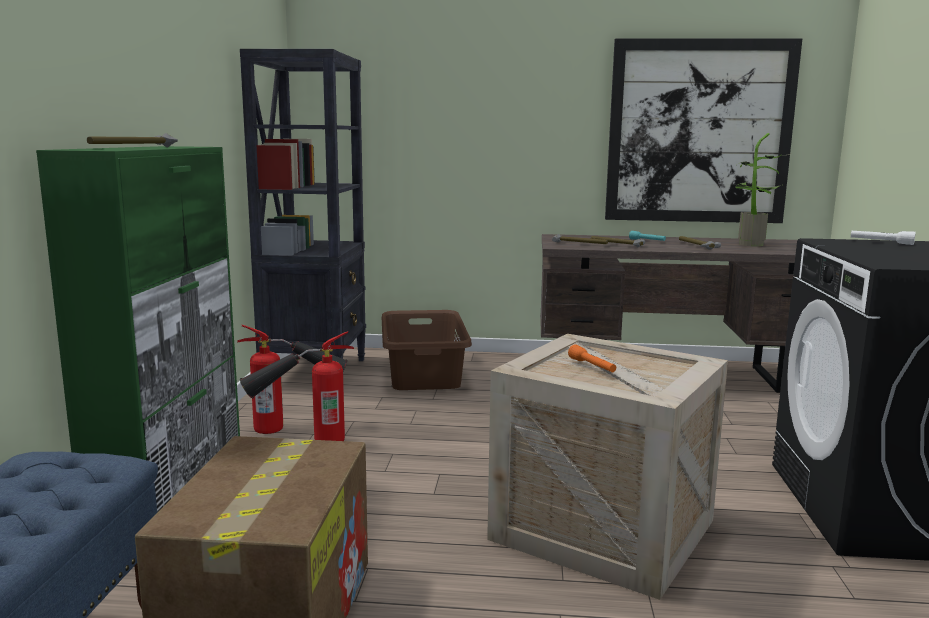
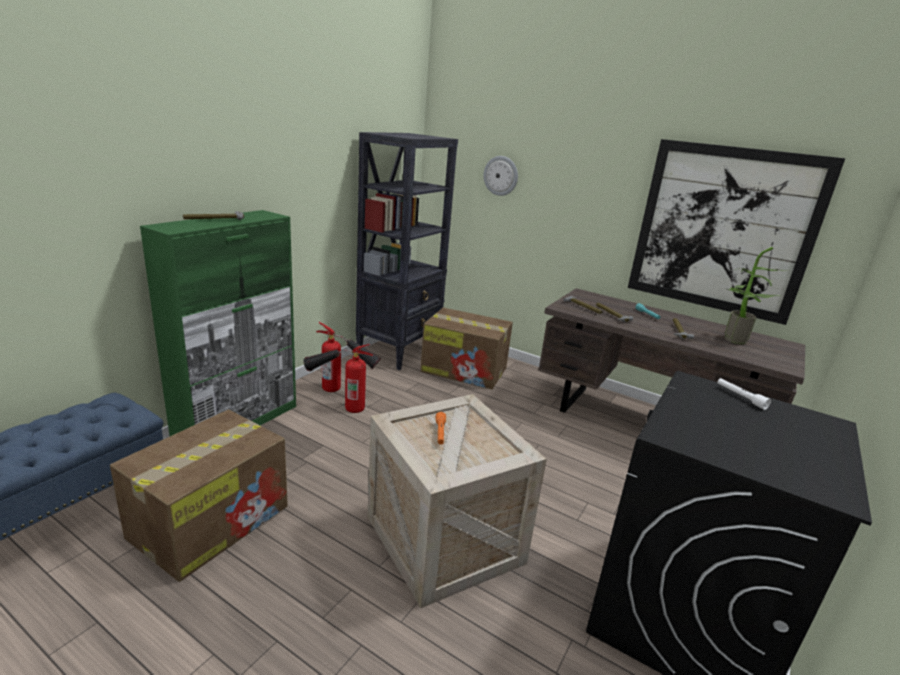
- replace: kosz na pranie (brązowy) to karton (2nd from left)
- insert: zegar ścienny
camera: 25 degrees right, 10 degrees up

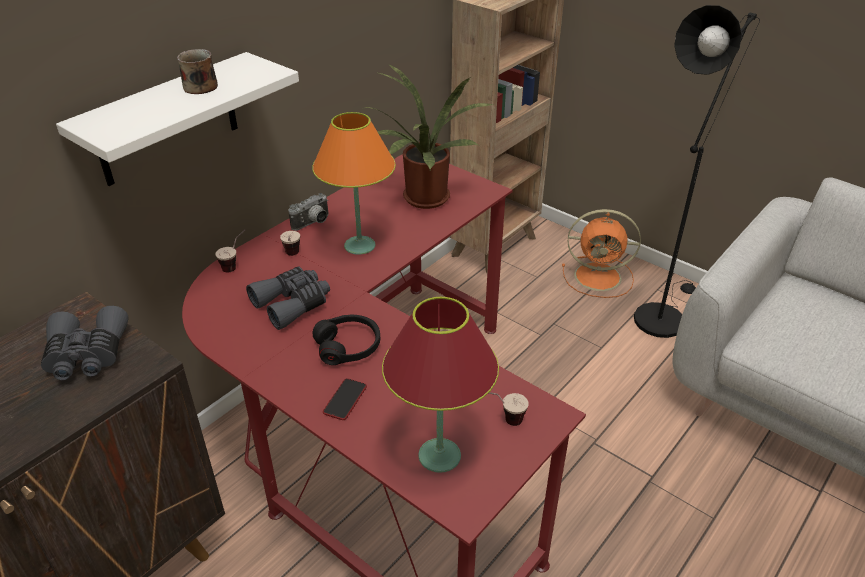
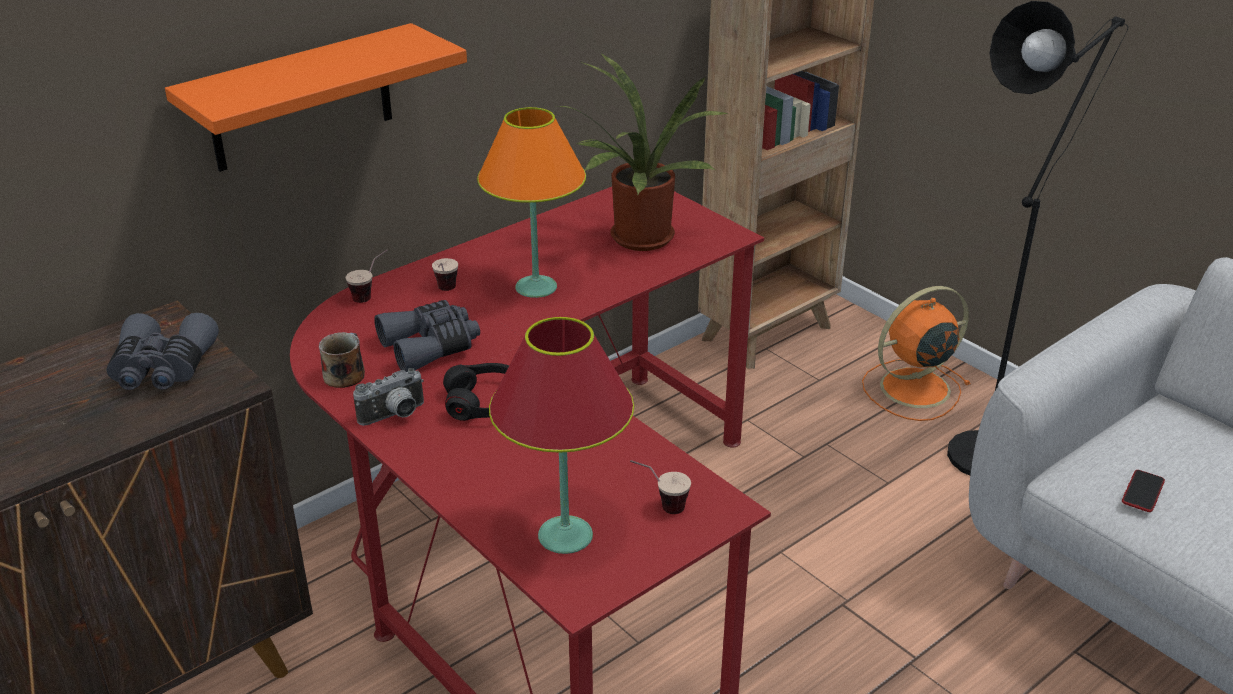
- recolor: półka (biały) to półka (pomarańczowy)
- move: kubek
- move: aparat fotograficzny
- move: telefon
- rotate: wentylator (pomarańczowy) 135 degrees clockwise
camera: 10 degrees right, 5 degrees down

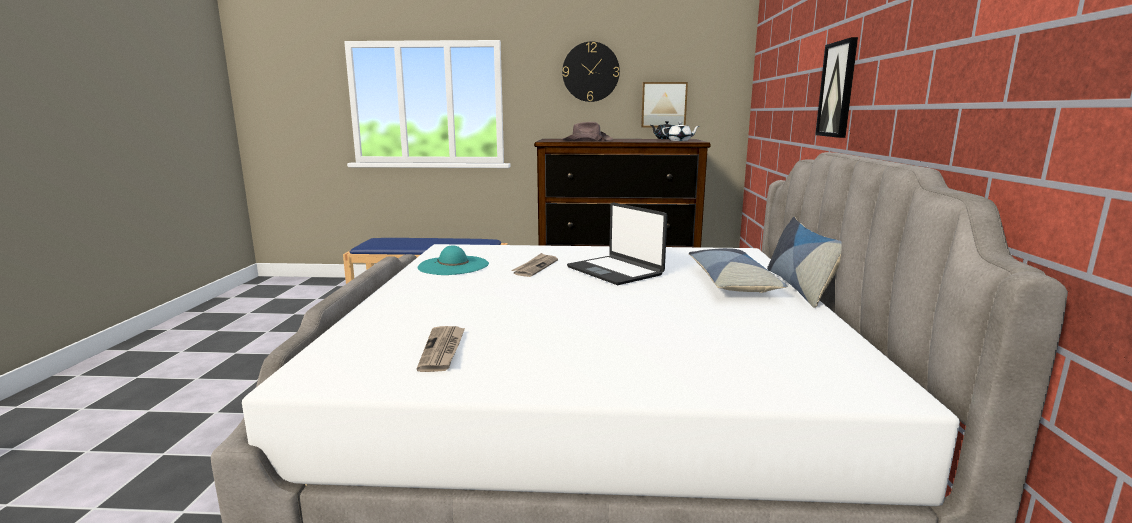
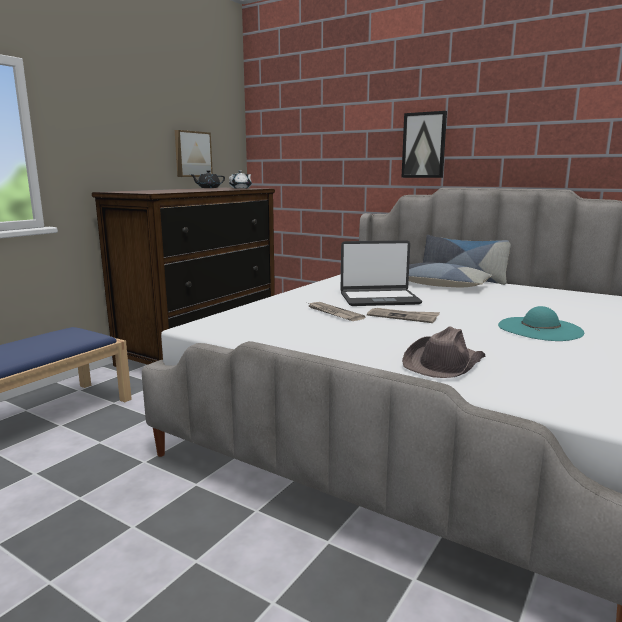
- move: gazeta (1st from left in the first image) to gazeta (2nd from left)
- move: kapelusz (turkusowy)
- delete: zegar ścienny
- move: kapelusz (brązowy)
camera: 60 degrees left, 0 degrees up

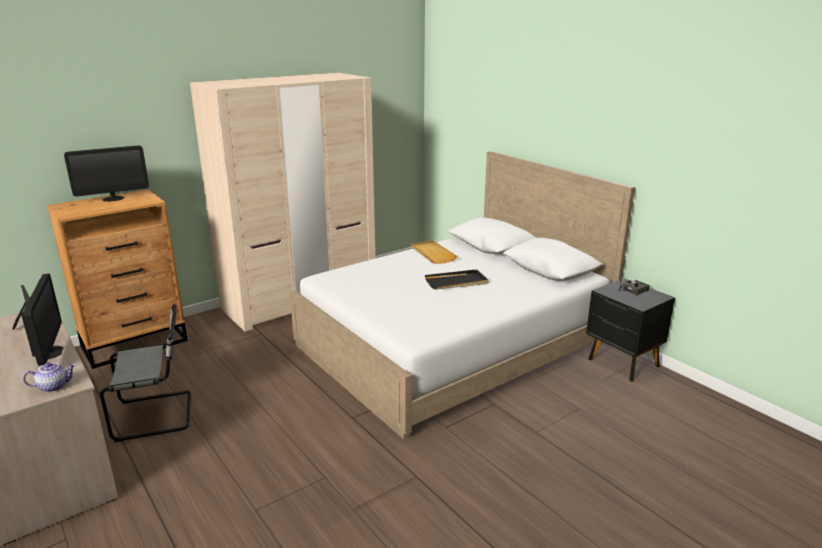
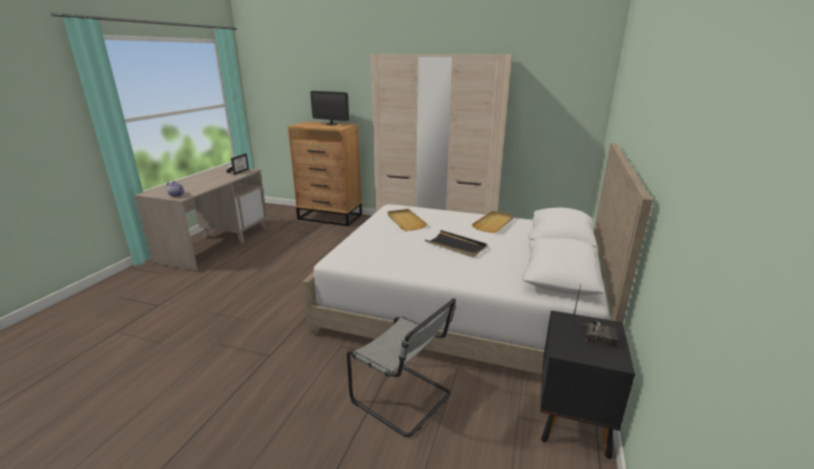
- delete: monitor (1st from left)
- move: krzesło (szary)
- insert: taca (beżowy) (1st from left)
camera: 55 degrees right, 0 degrees up

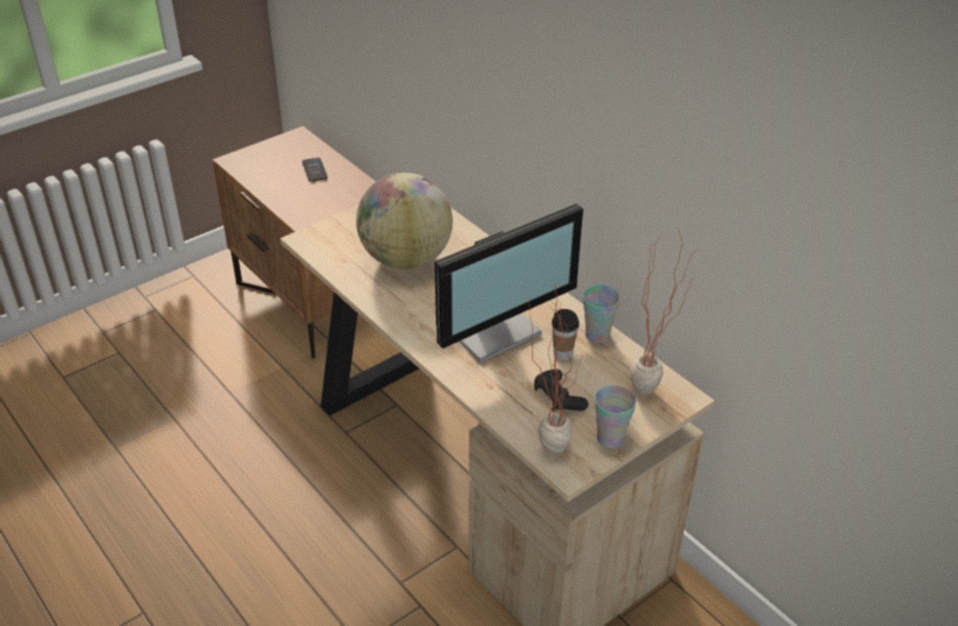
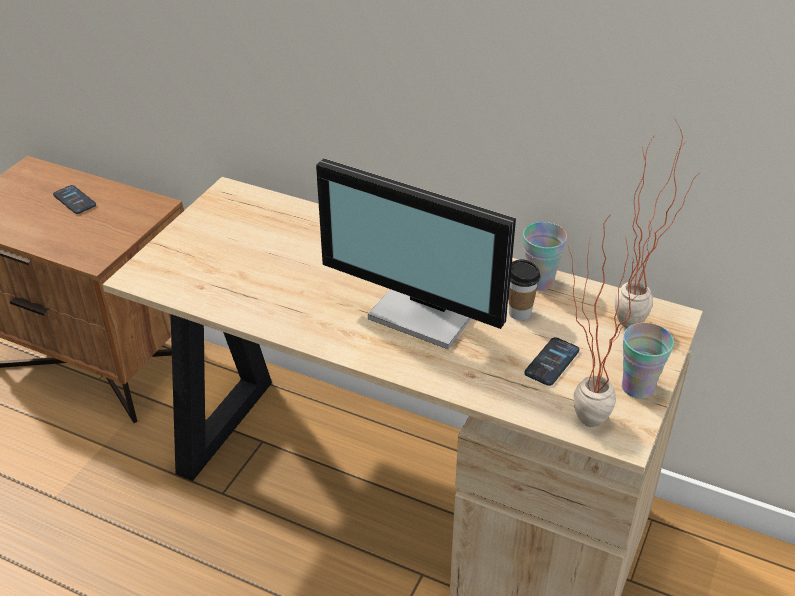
- delete: globus
- rotate: monitor 90 degrees clockwise
- replace: pad do gier (czarny) to telefon (2nd from left)
camera: 25 degrees left, 0 degrees up

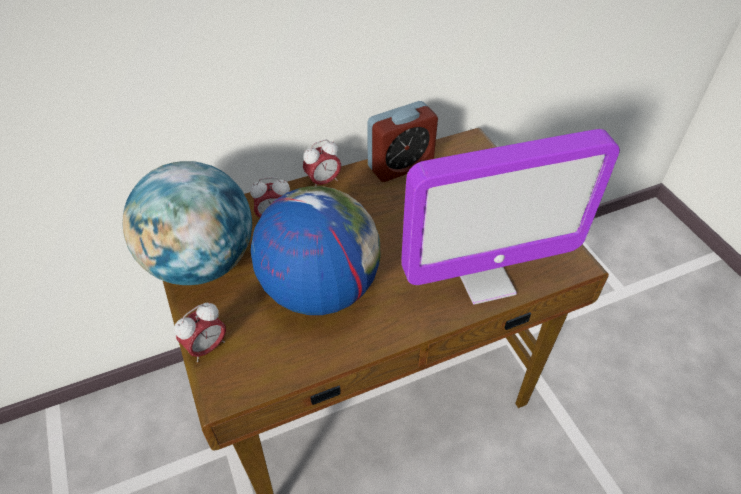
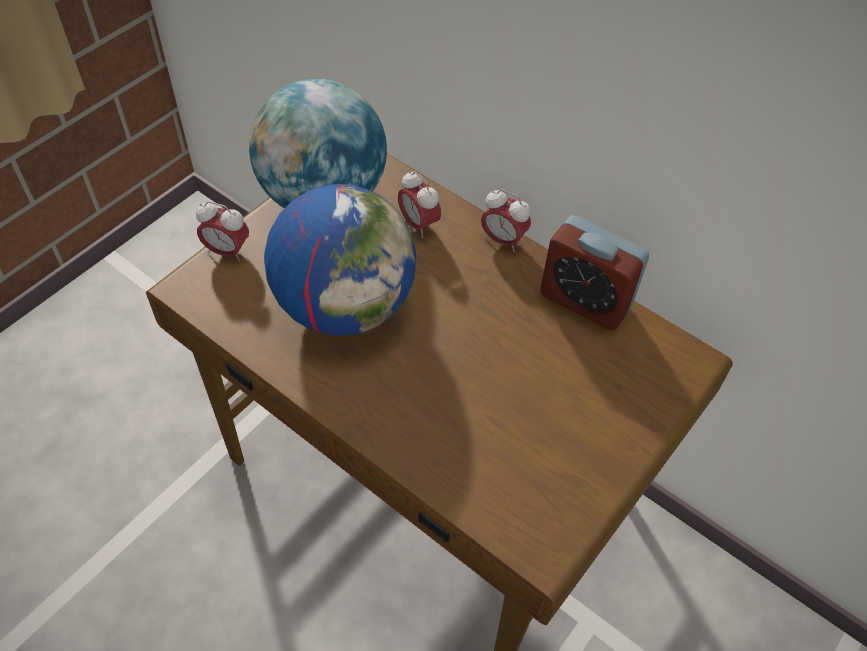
- delete: monitor
camera: 60 degrees right, 5 degrees up

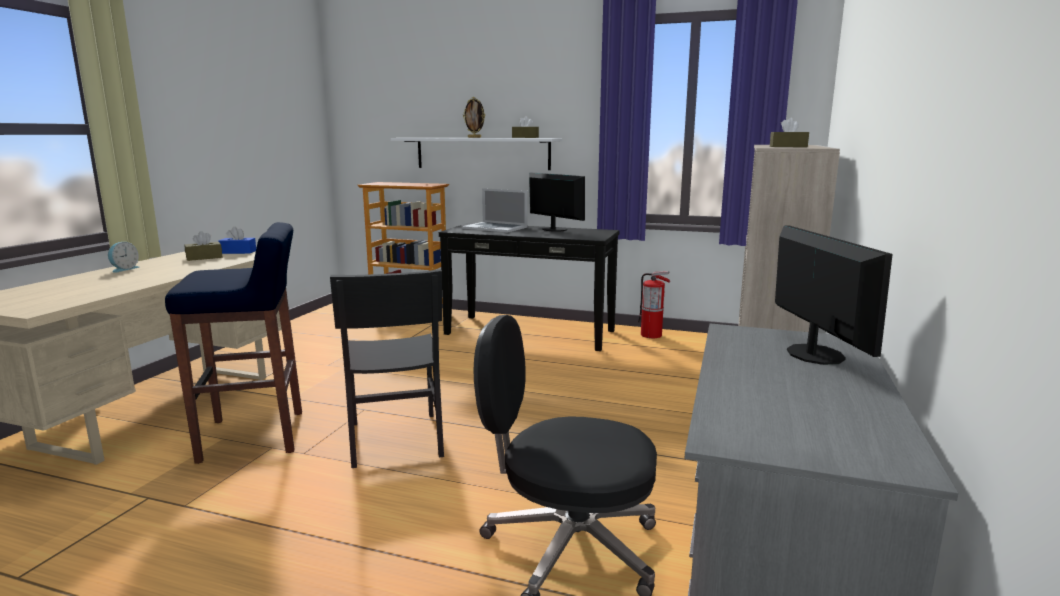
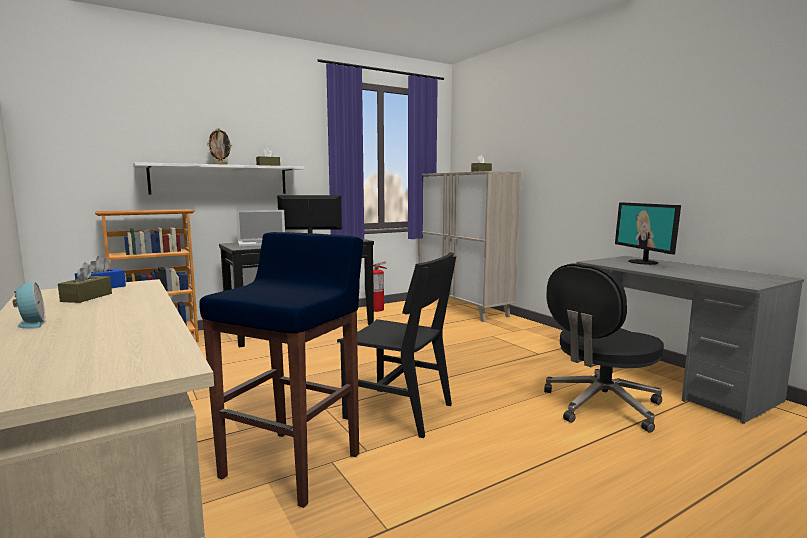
- rotate: monitor (2nd from left) 135 degrees counterclockwise
camera: 50 degrees left, 5 degrees down

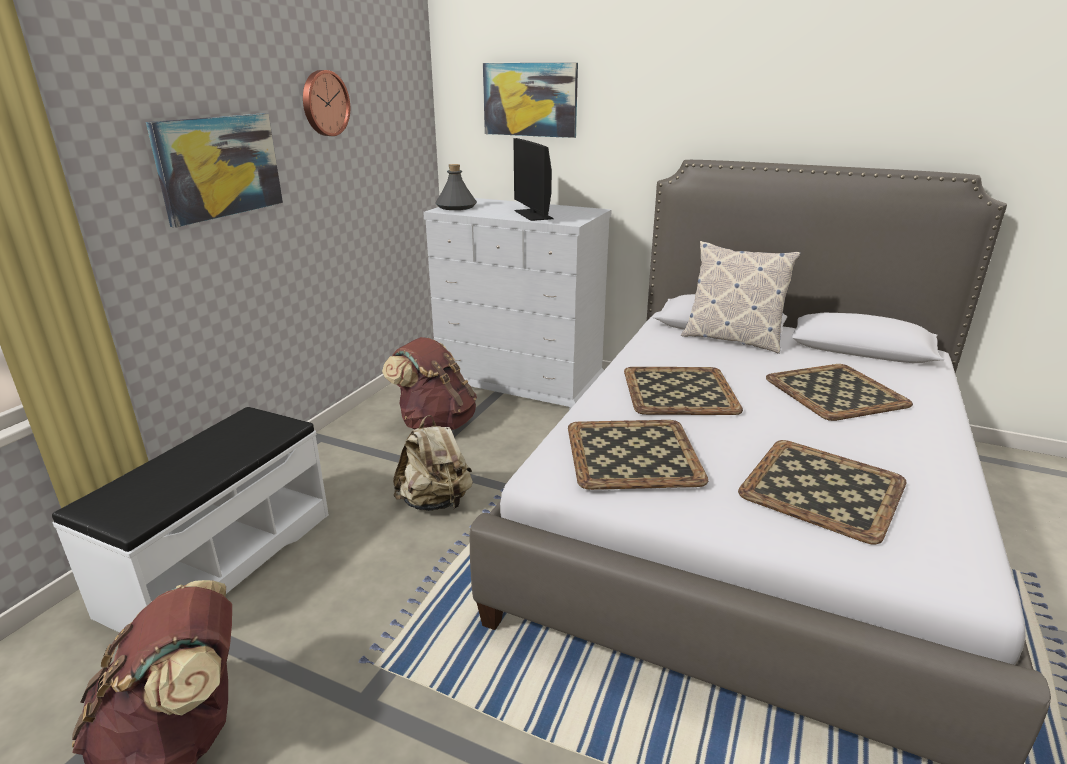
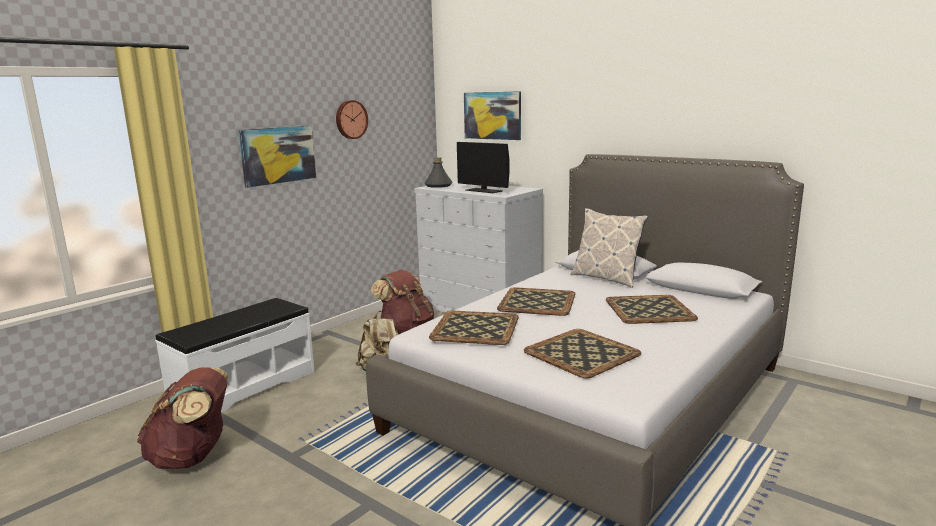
- rotate: monitor 45 degrees counterclockwise
camera: 15 degrees right, 10 degrees down

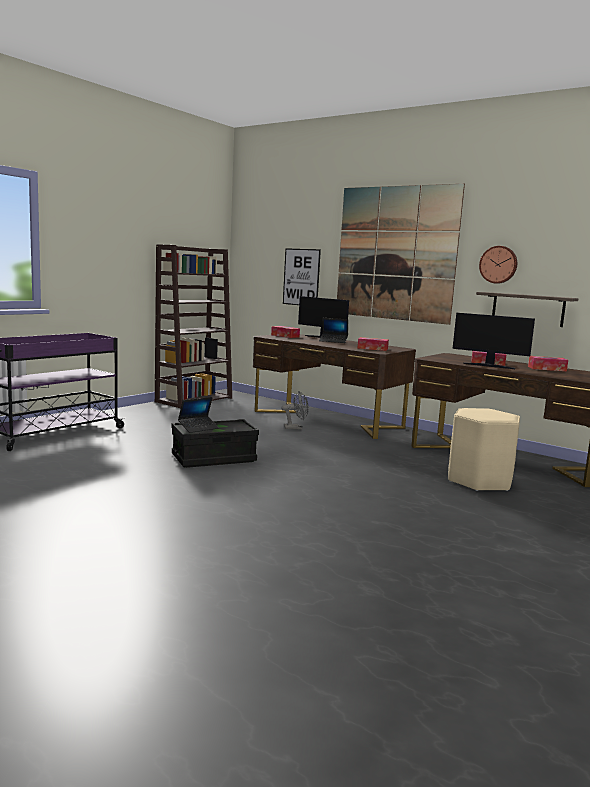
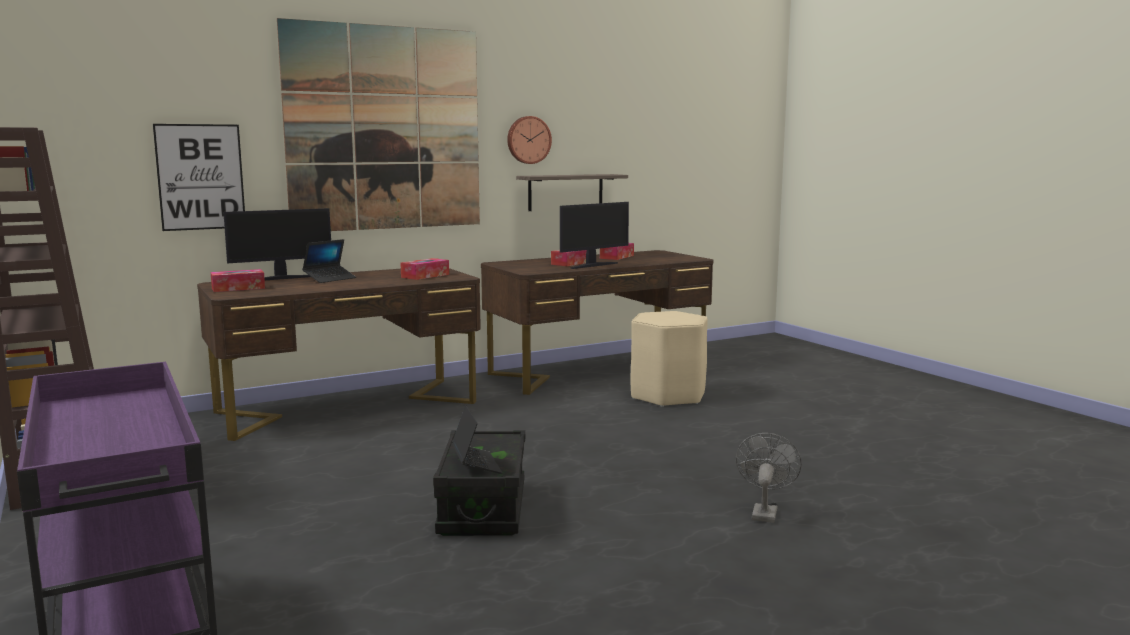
- move: wentylator (szary)
camera: 65 degrees left, 0 degrees up

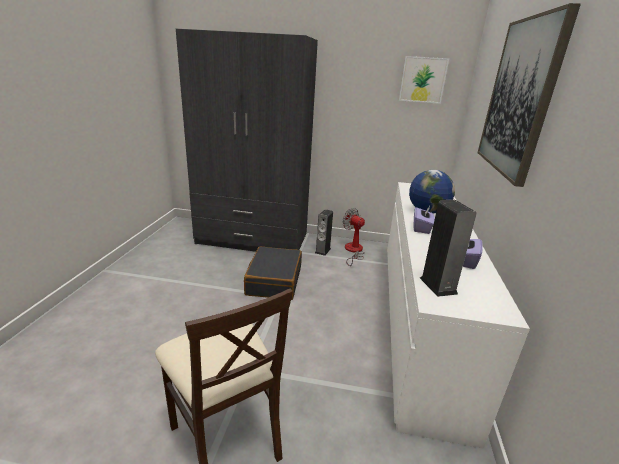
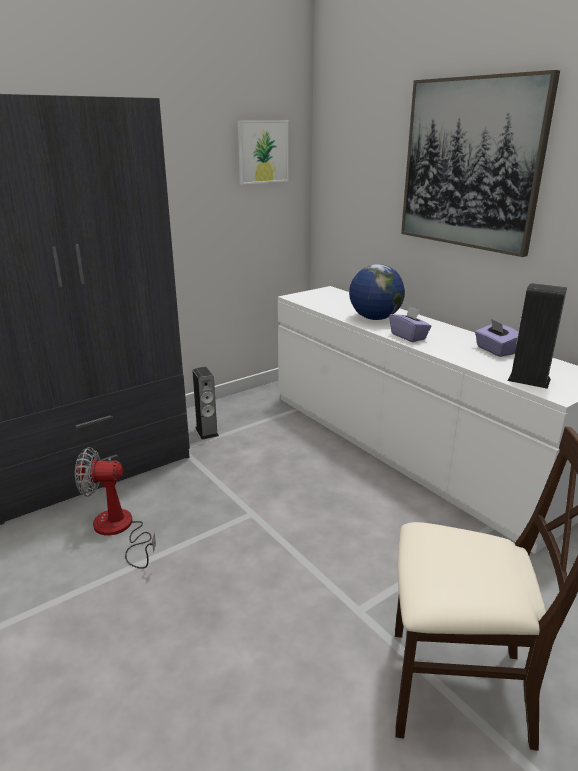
- delete: walizka (czarny)
- move: wentylator
camera: 45 degrees left, 0 degrees up

